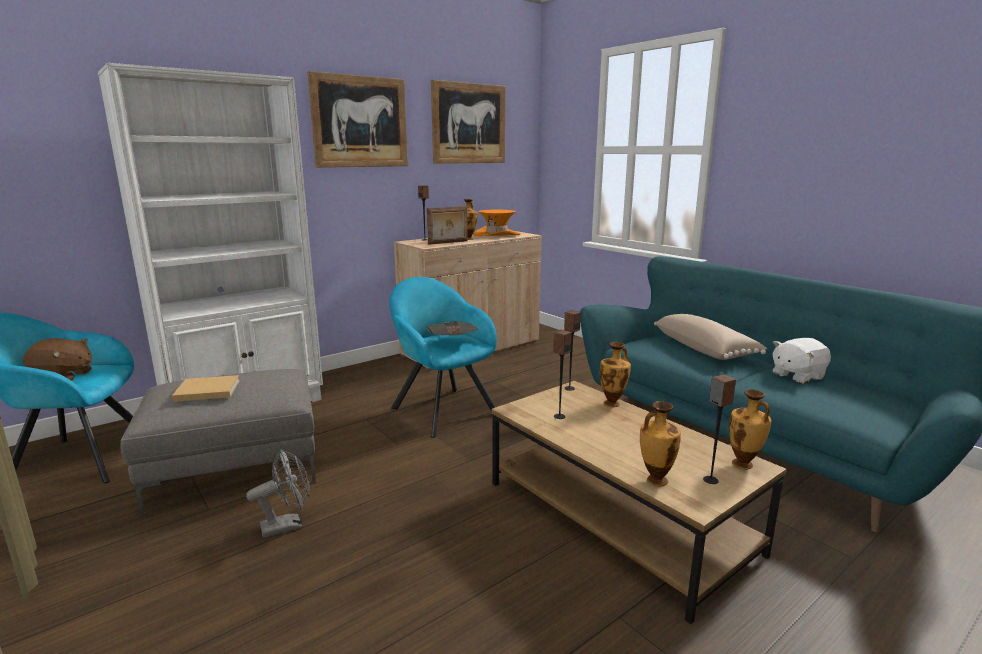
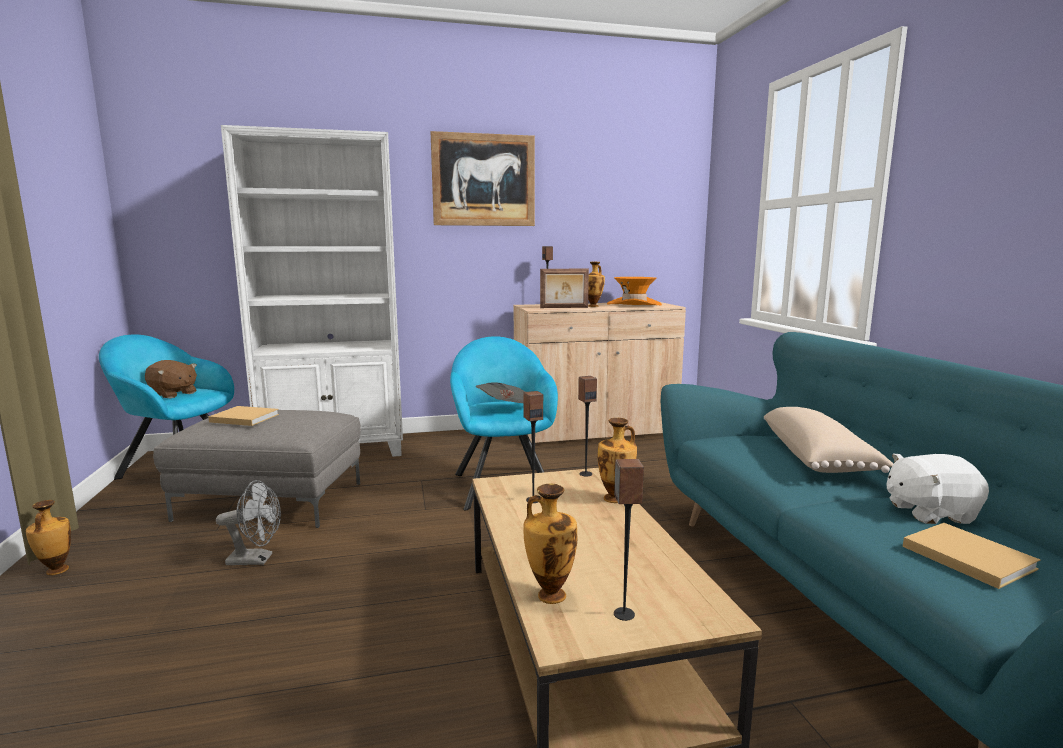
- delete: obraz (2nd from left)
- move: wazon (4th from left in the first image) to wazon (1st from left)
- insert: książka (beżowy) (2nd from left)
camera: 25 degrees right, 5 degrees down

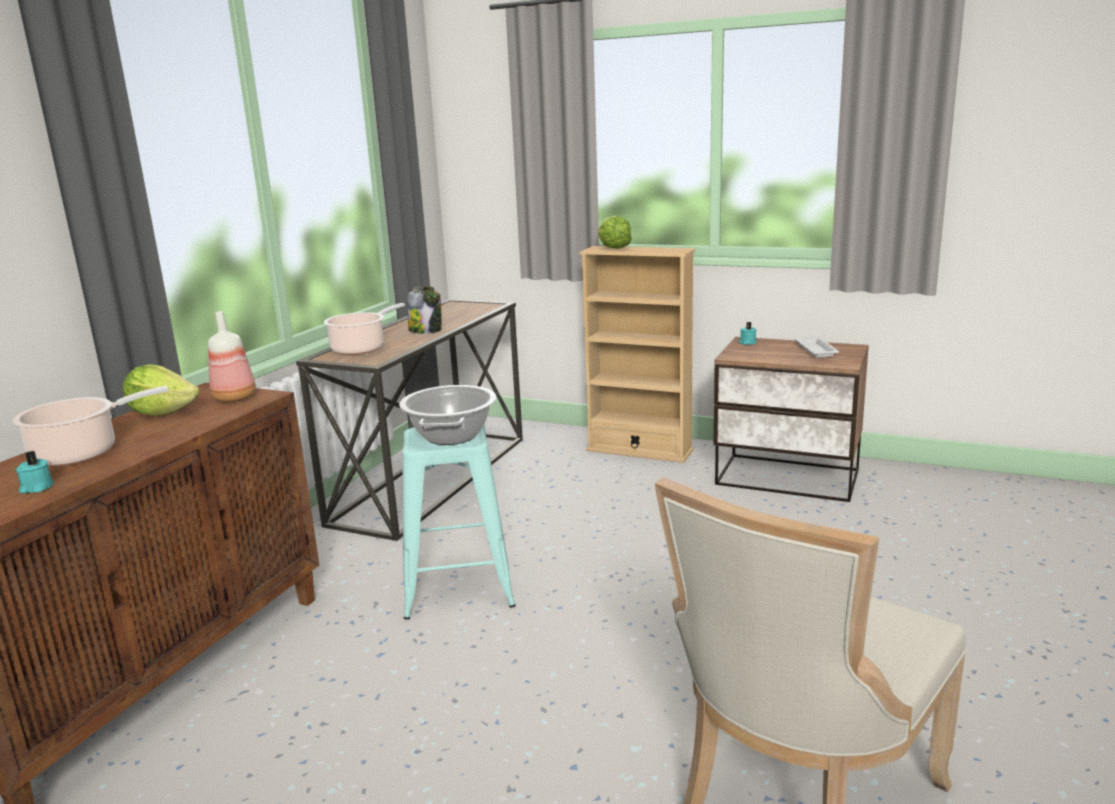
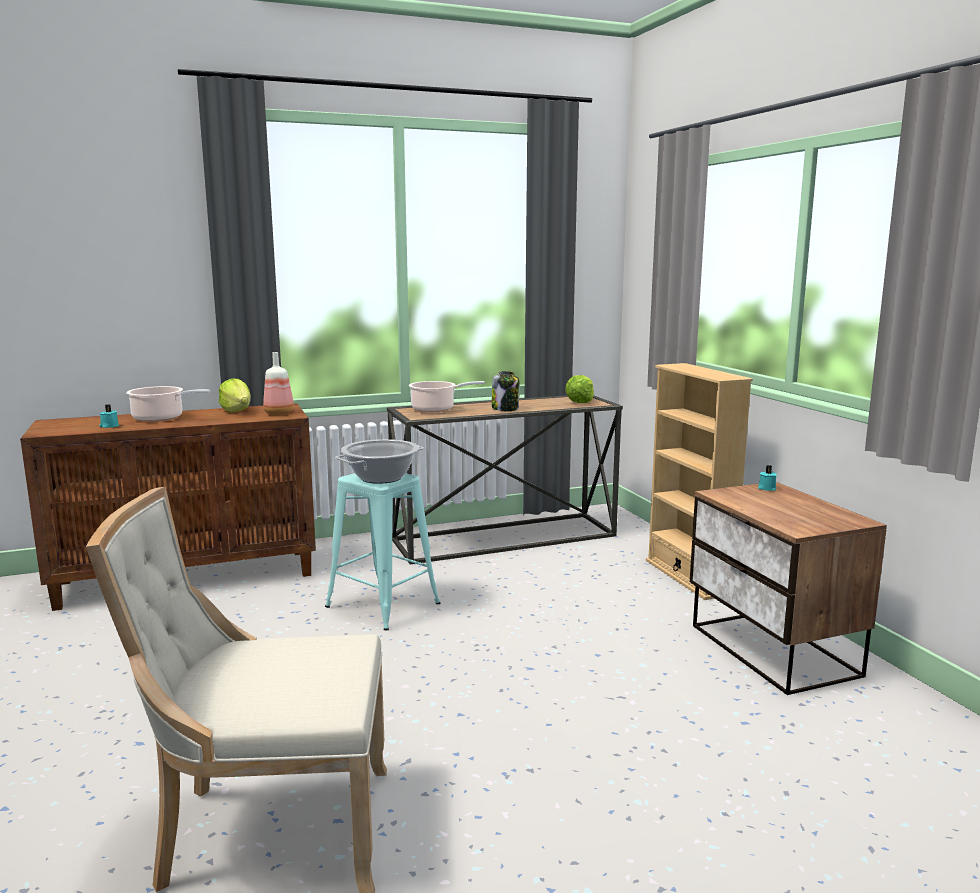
- move: sałata (2nd from left)
- delete: taca (biały)
camera: 45 degrees right, 5 degrees down

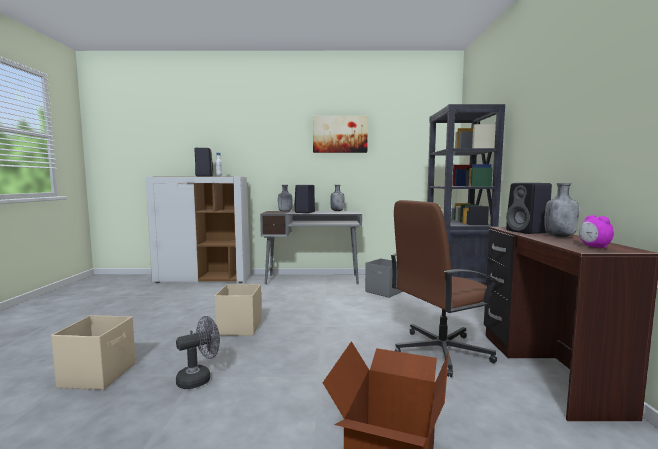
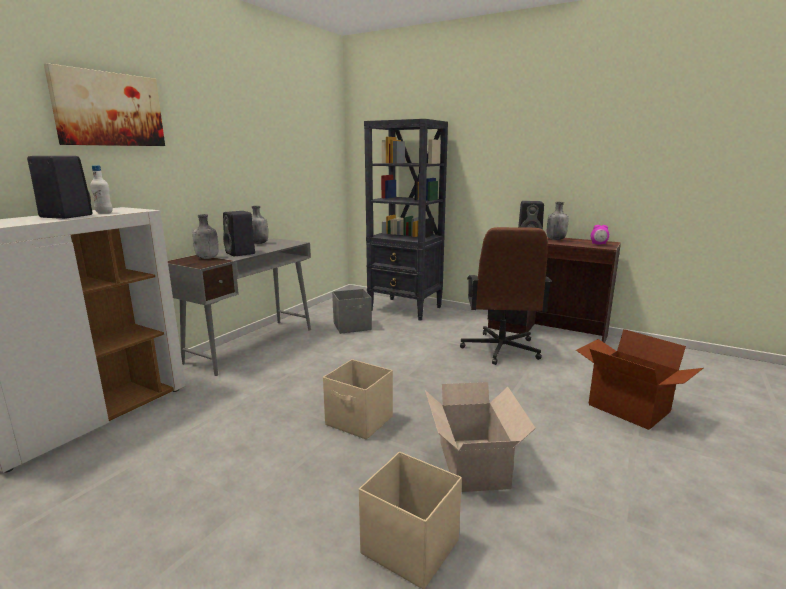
- replace: wentylator (szary) to karton (1st from left)
- move: obraz
camera: 60 degrees left, 10 degrees up

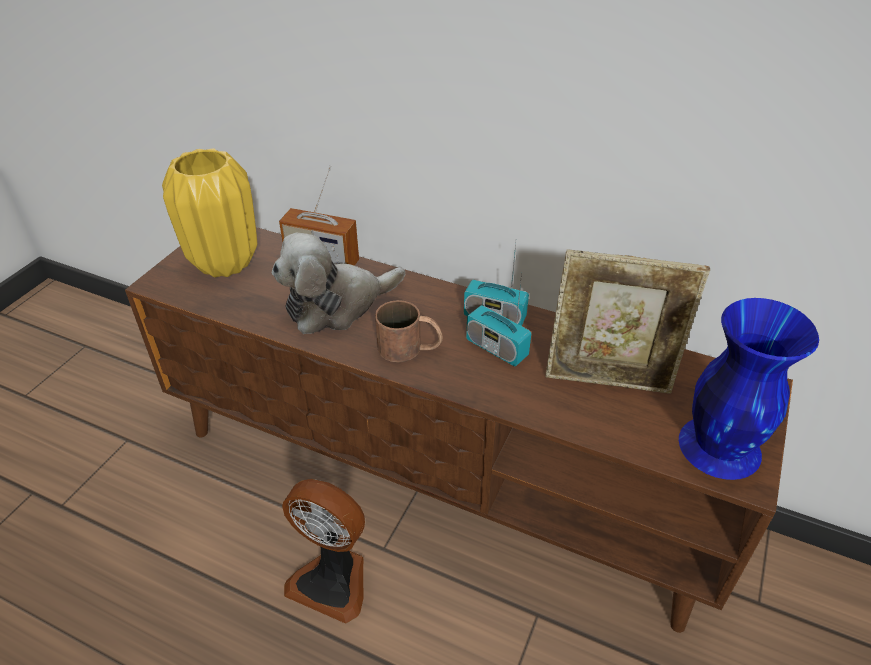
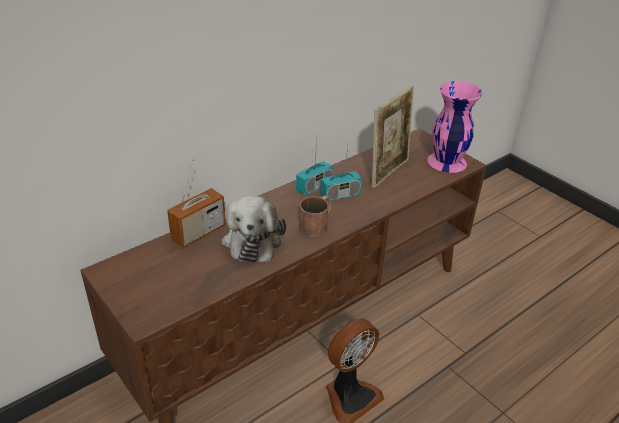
- delete: wazon (żółty)
- recolor: wazon (niebieski) to wazon (różowy)
camera: 65 degrees left, 5 degrees down

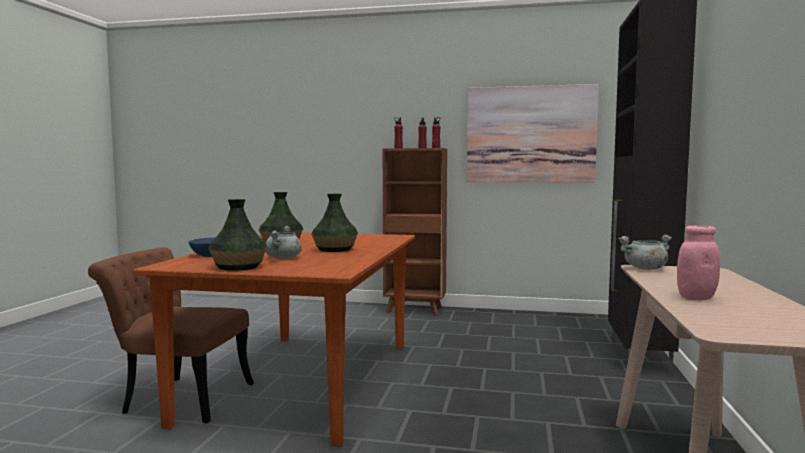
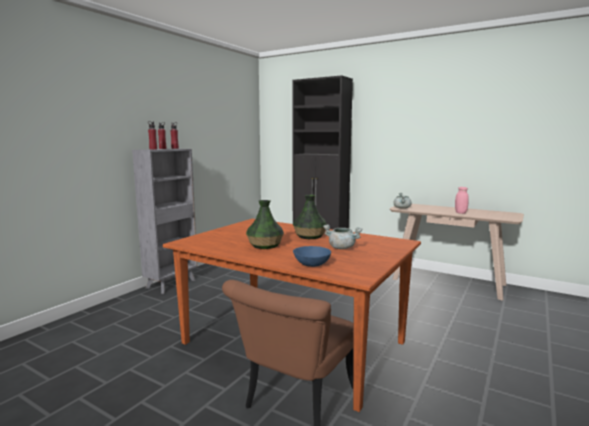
- delete: wazon (1st from left)
- recolor: regał (brązowy) to regał (szary)
- delete: obraz
camera: 70 degrees left, 5 degrees up

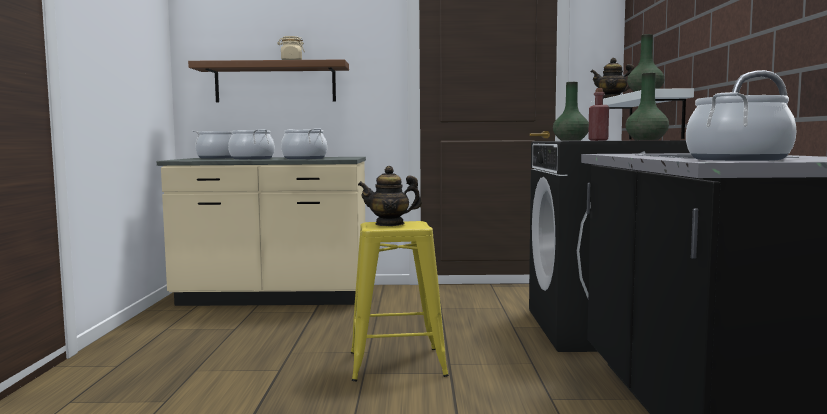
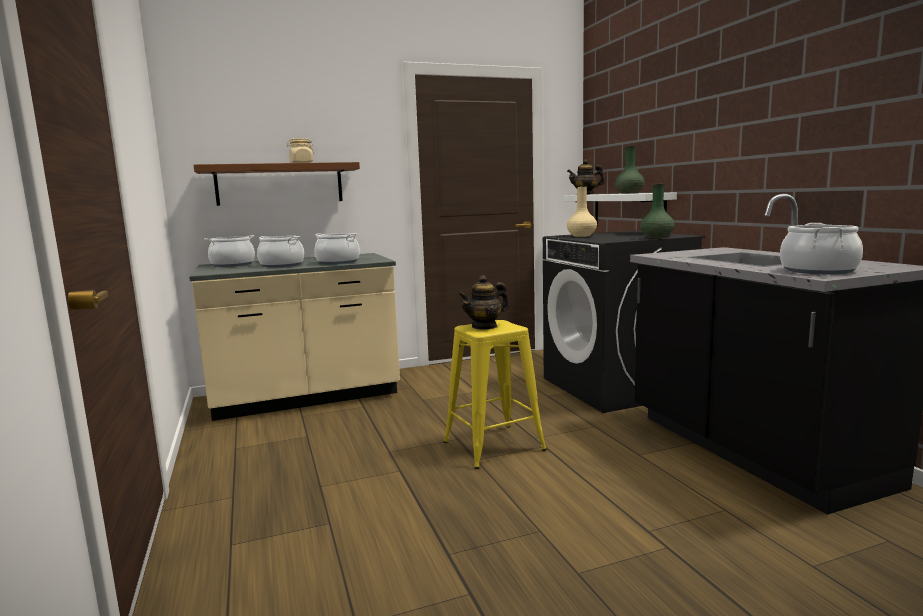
- recolor: wazon (zielony) (1st from left) to wazon (beżowy)
- delete: butelka (czerwony)
camera: 20 degrees left, 5 degrees up

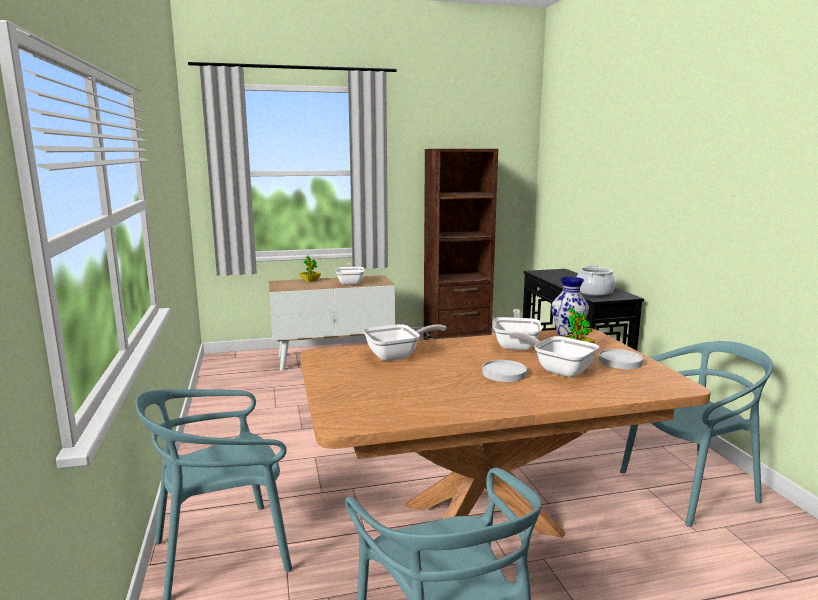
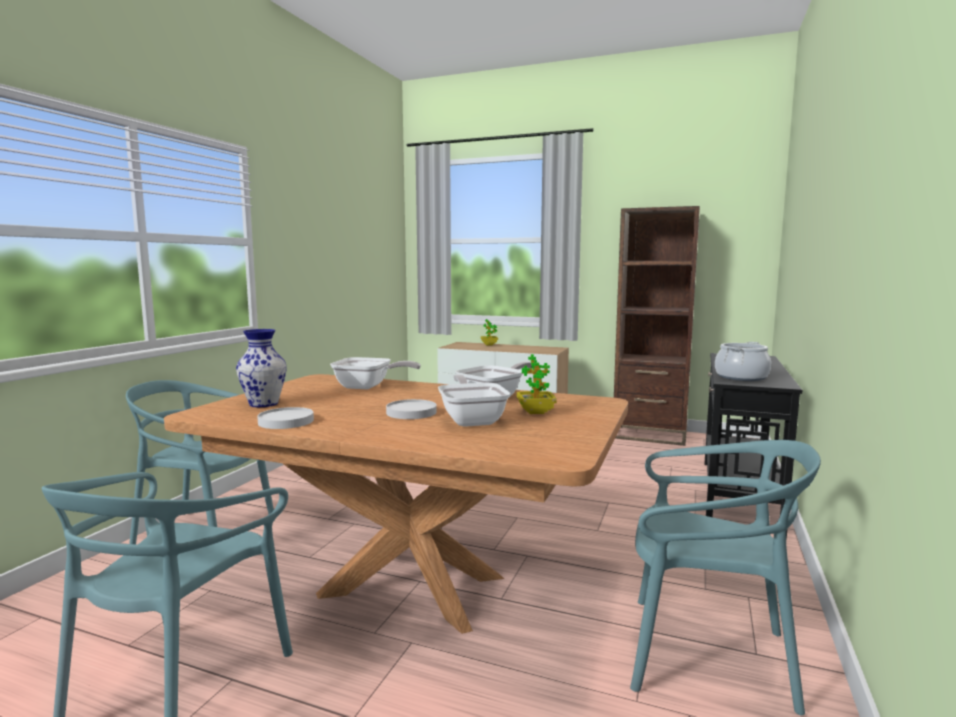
- delete: patelnia (1st from left)
- move: wazon
- move: talerz (biały) (2nd from left in the first image) to talerz (biały) (1st from left)
camera: 35 degrees right, 5 degrees down

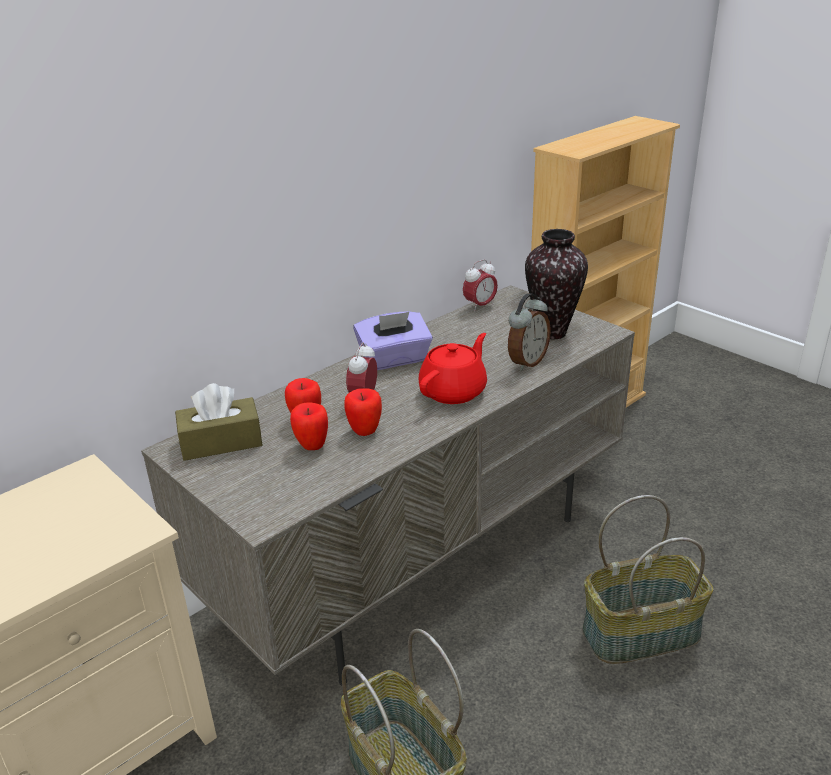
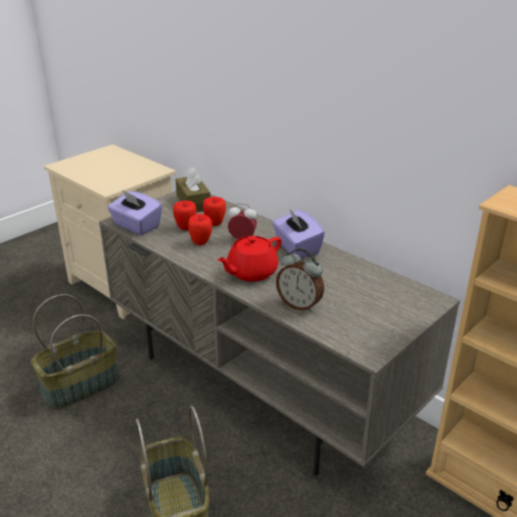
- rotate: imbryk (czerwony) 105 degrees clockwise
- delete: budzik (2nd from left)
- delete: wazon
- insert: pudełko chusteczek (fioletowy) (1st from left)
camera: 85 degrees right, 0 degrees up

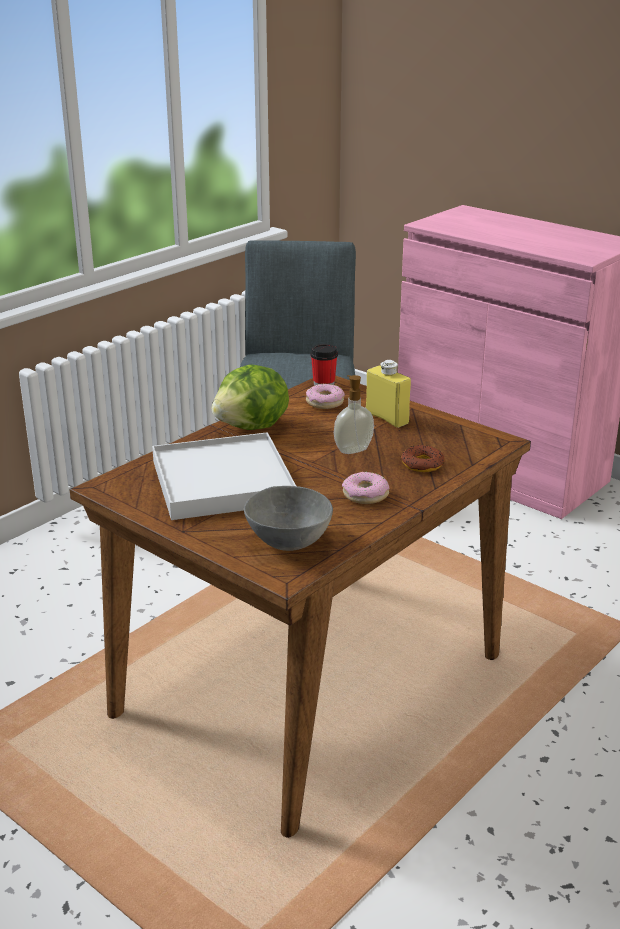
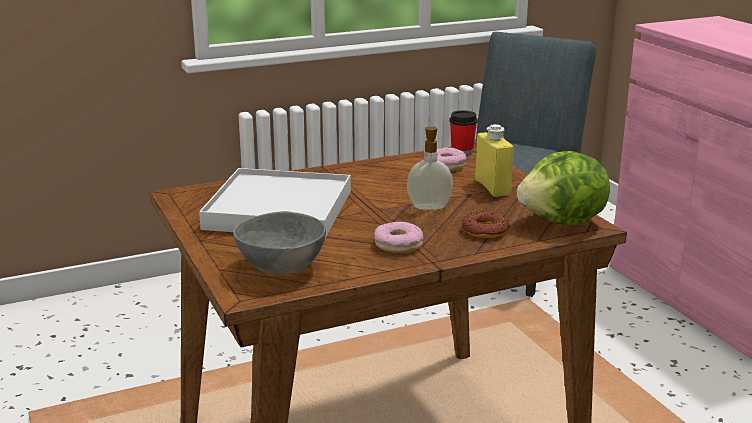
- move: sałata
camera: 25 degrees right, 5 degrees down

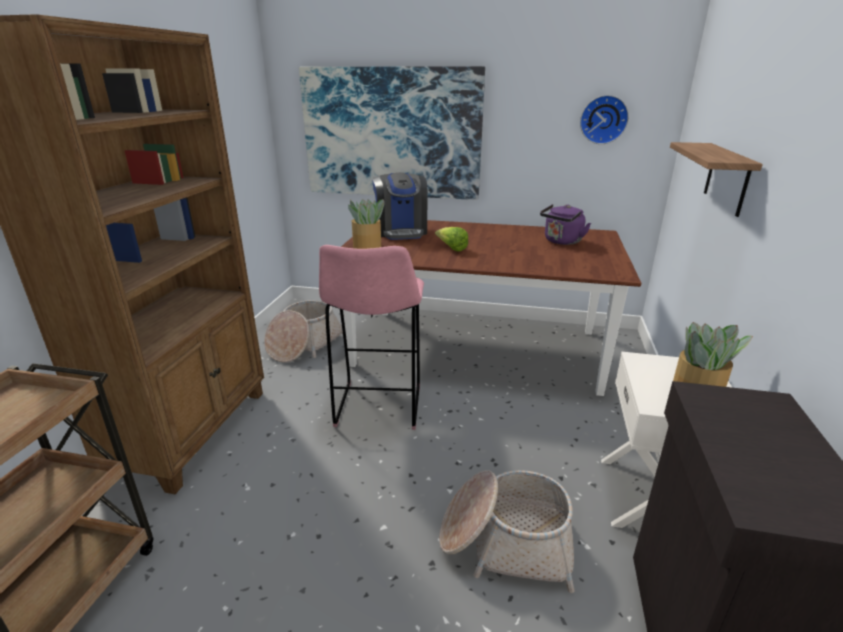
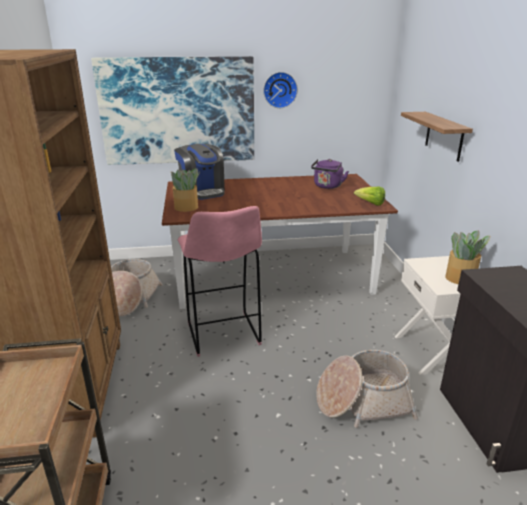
- move: sałata
- move: zegar ścienny
camera: 20 degrees left, 0 degrees up

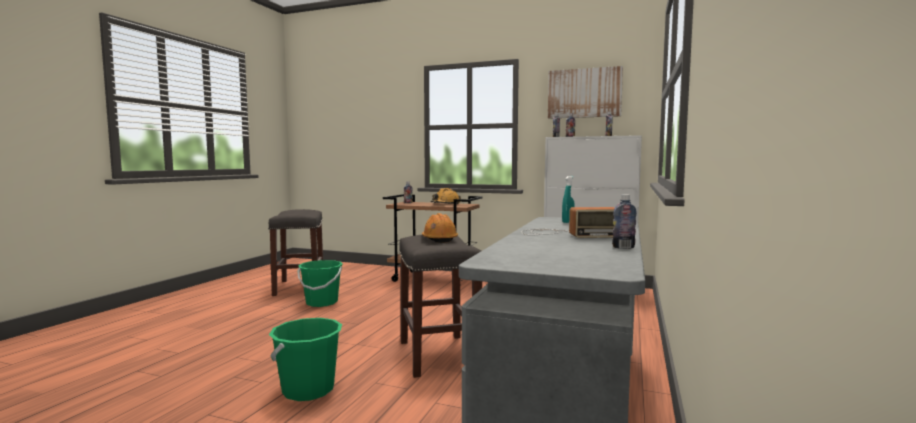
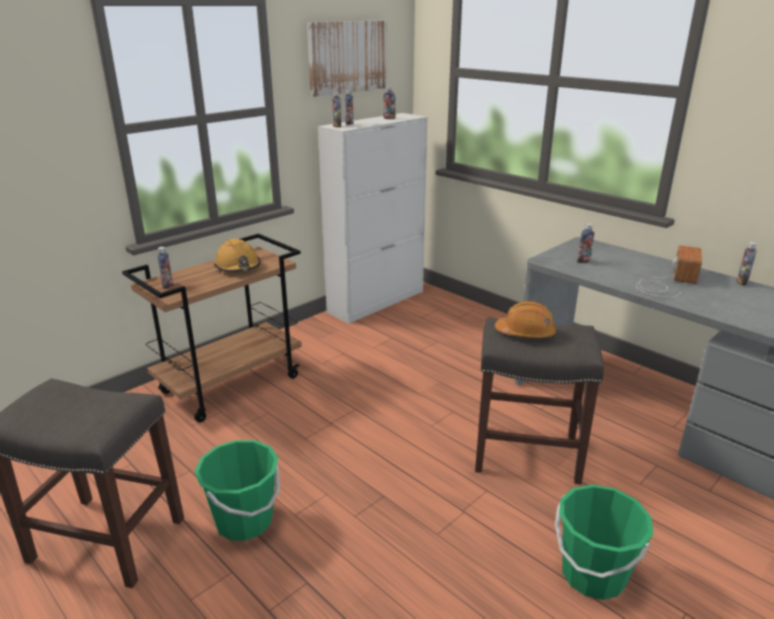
- replace: spryskiwacz (turkusowy) to butelka (5th from left)
camera: 65 degrees left, 20 degrees up

